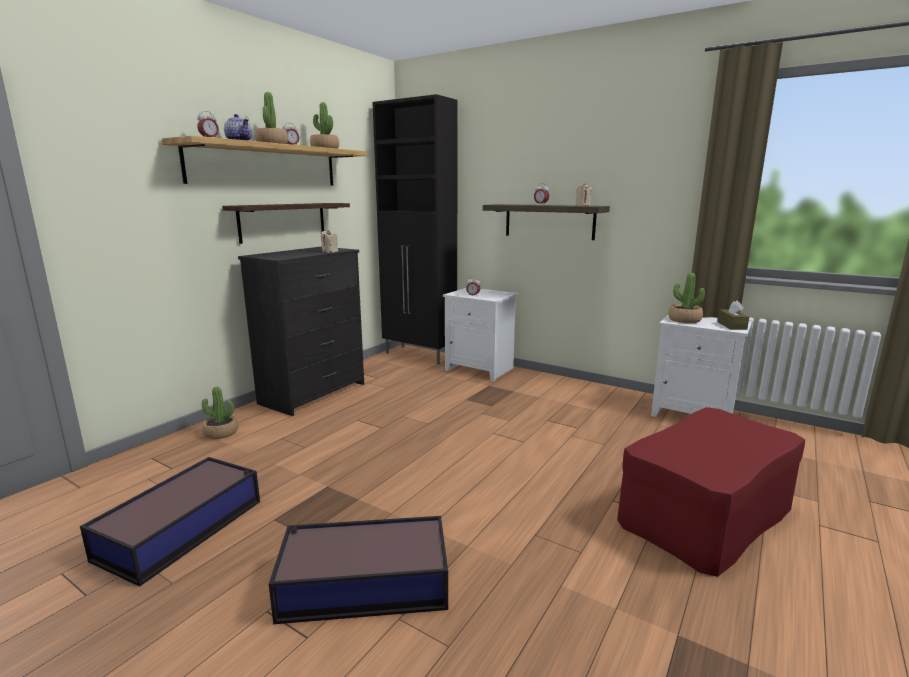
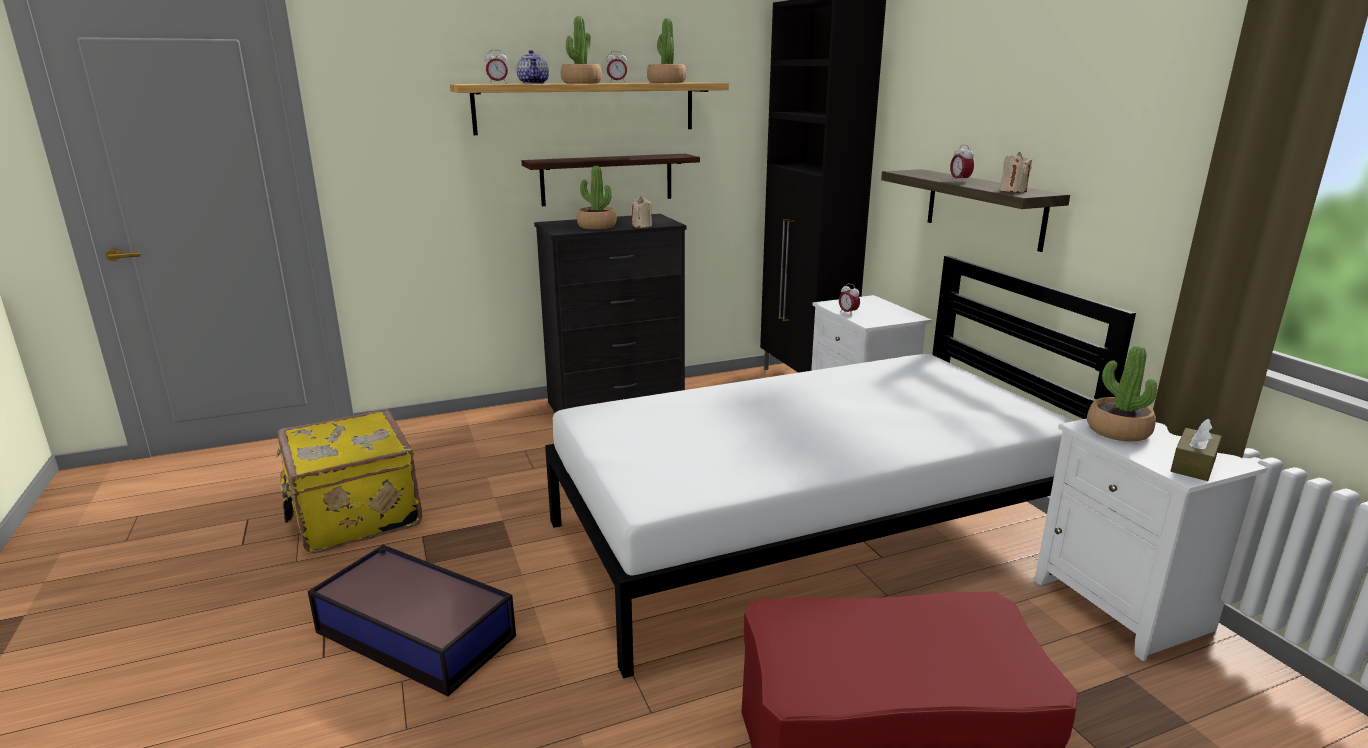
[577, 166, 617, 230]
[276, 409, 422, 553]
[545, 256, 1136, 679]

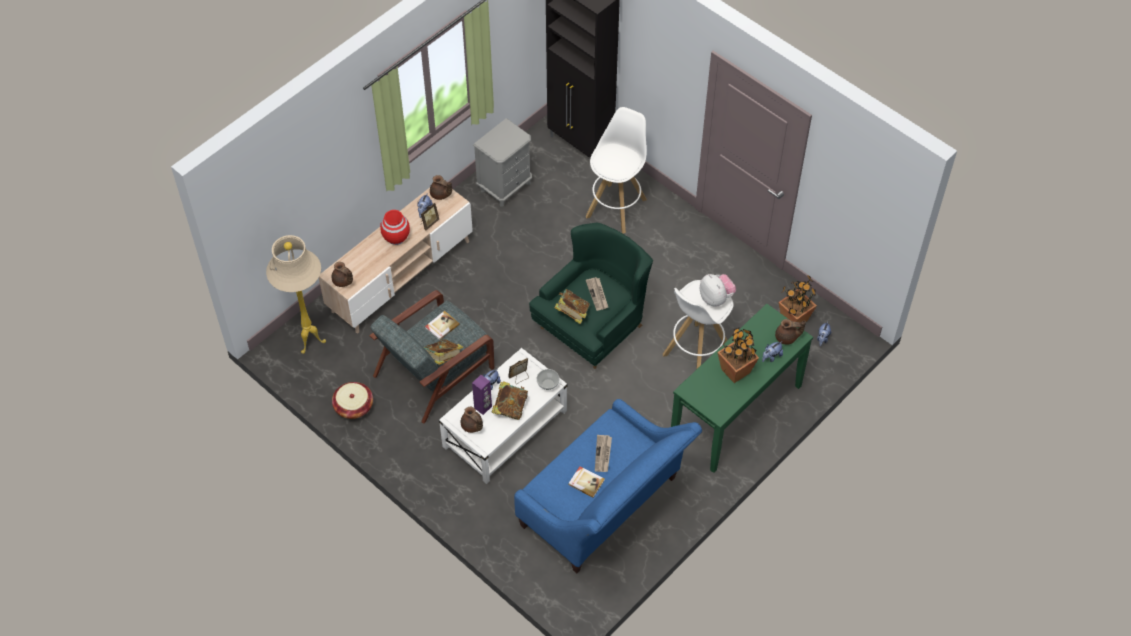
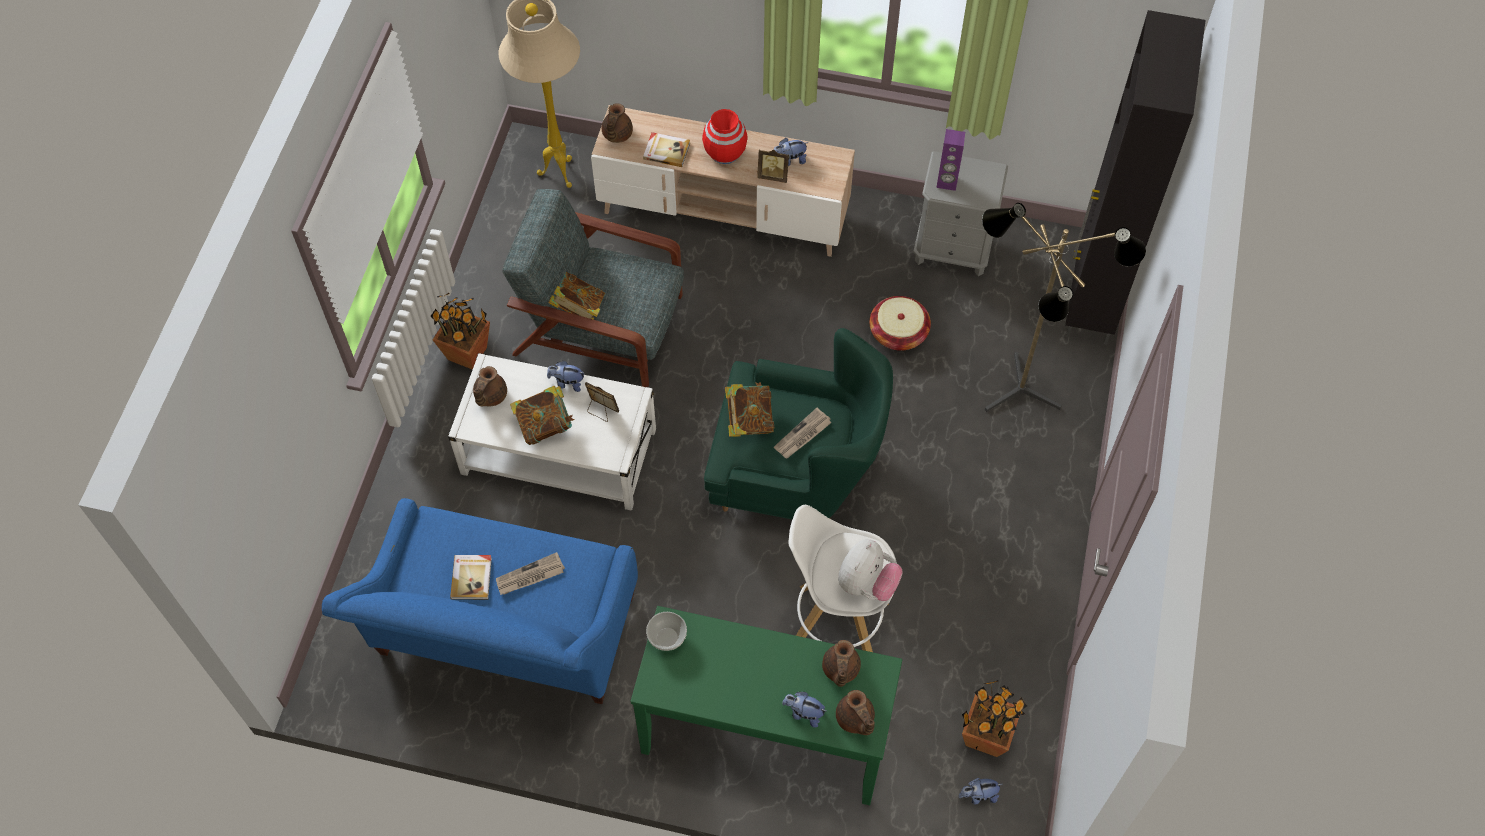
[982, 203, 1146, 412]
[822, 640, 861, 687]
[643, 132, 690, 167]
[431, 293, 490, 370]
[646, 612, 687, 651]
[936, 129, 965, 191]
[870, 296, 931, 351]

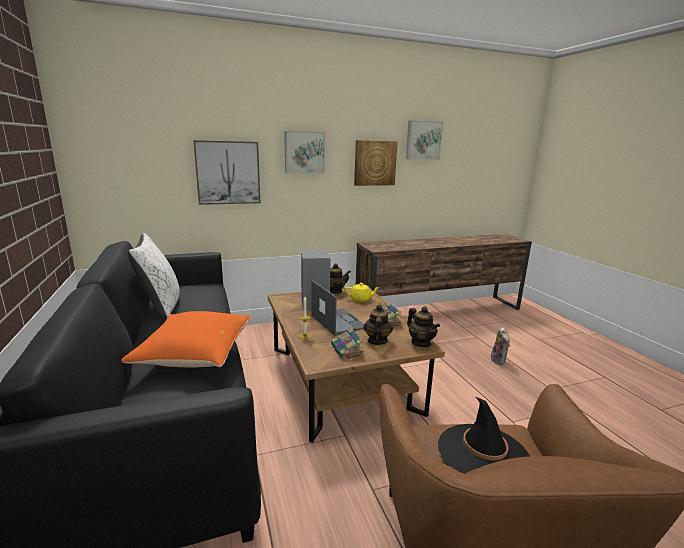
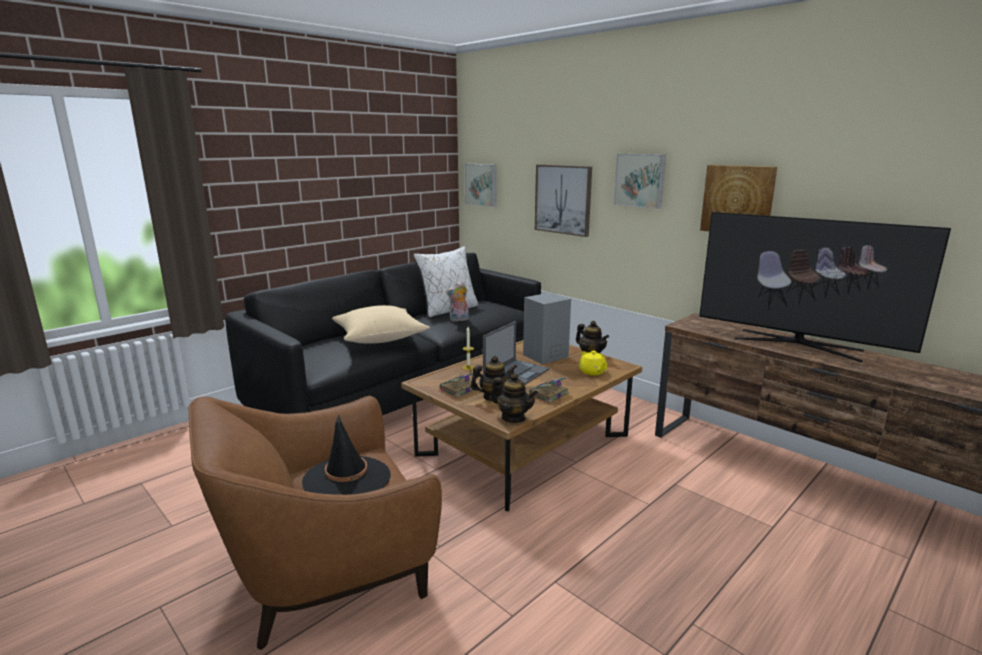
[465, 164, 496, 207]
[490, 373, 538, 423]
[332, 305, 430, 344]
[446, 281, 469, 322]
[699, 212, 951, 362]

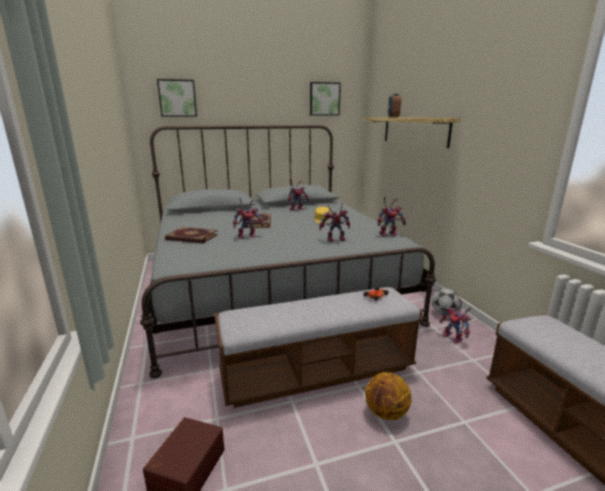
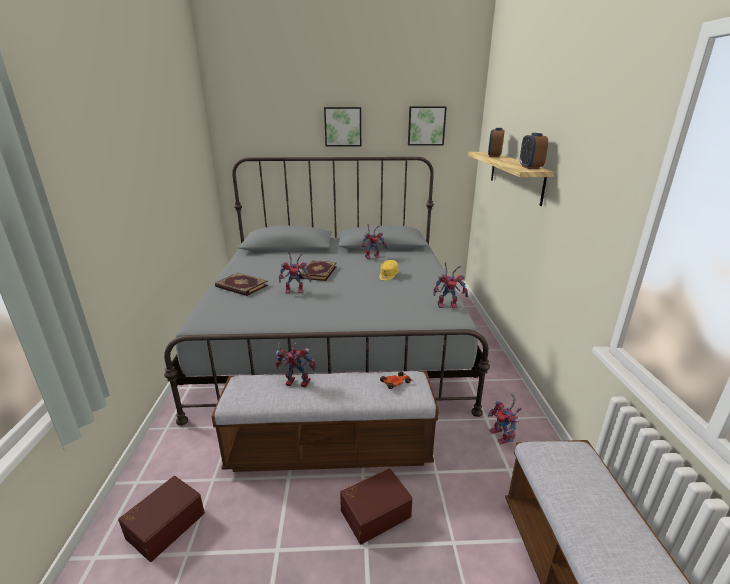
[324, 107, 361, 147]
[275, 342, 316, 387]
[432, 288, 461, 316] (first image)
[340, 468, 413, 544]
[520, 133, 548, 169]

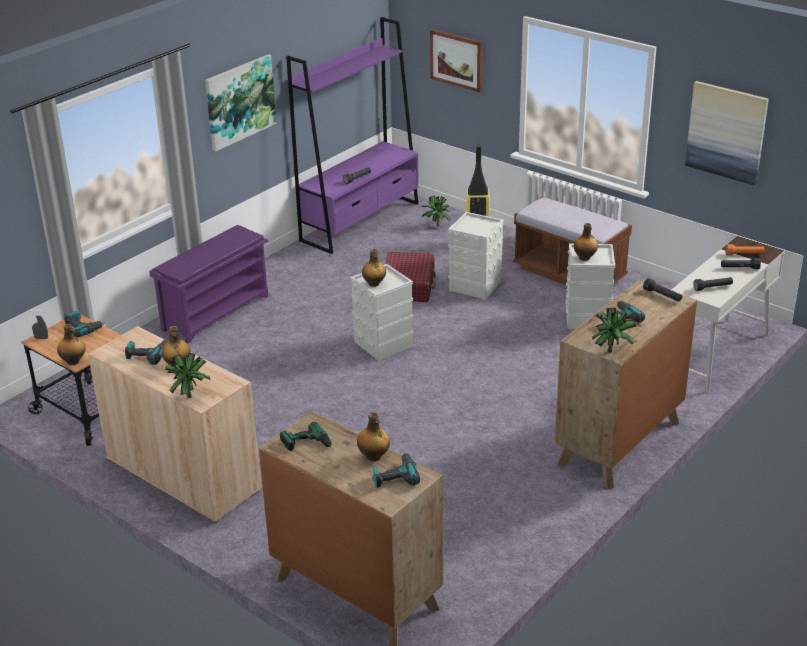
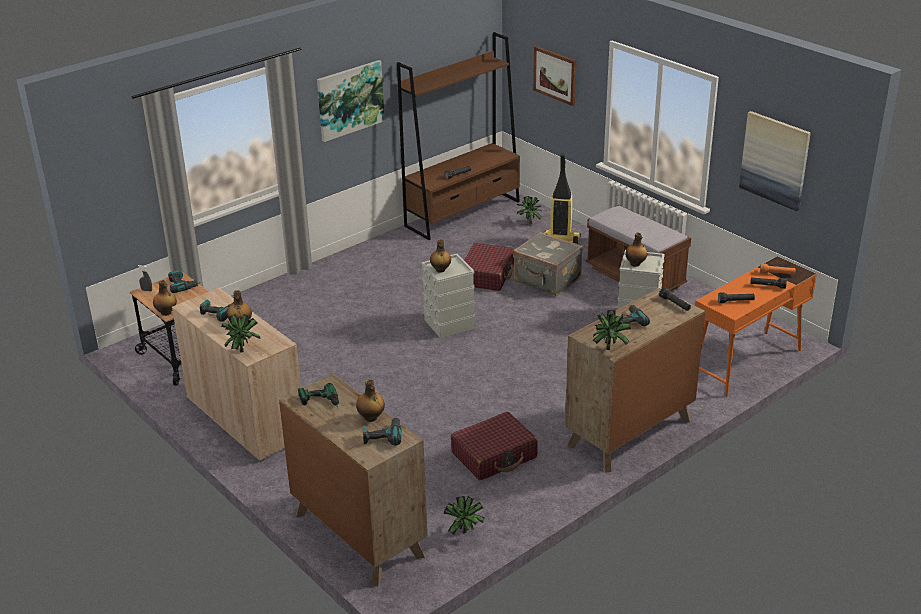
[397, 32, 520, 240]
[513, 232, 583, 296]
[149, 225, 268, 343] (first image)
[695, 256, 817, 397]
[451, 412, 538, 480]
[443, 496, 484, 535]

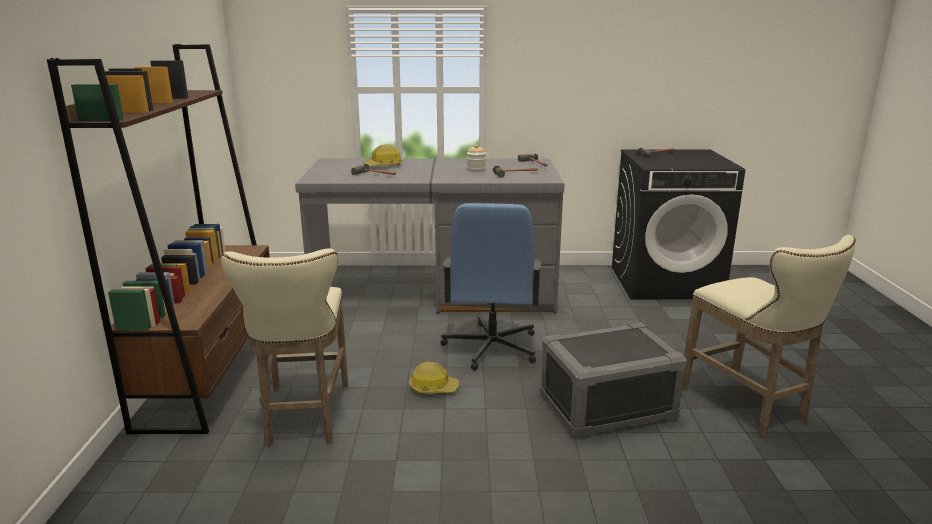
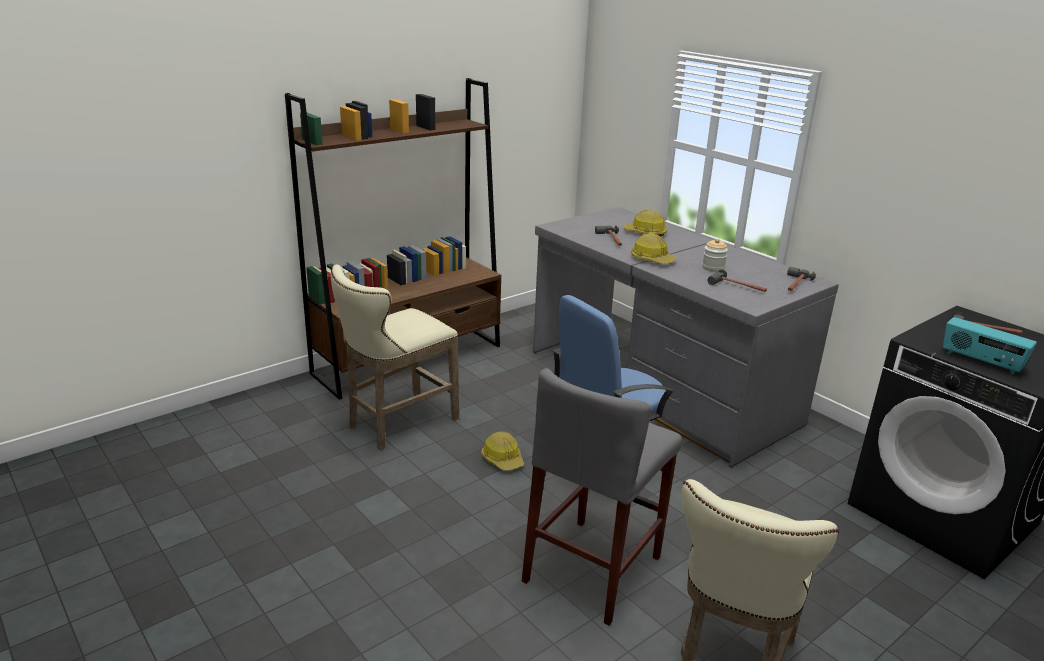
[522, 368, 682, 626]
[631, 233, 677, 264]
[943, 317, 1037, 375]

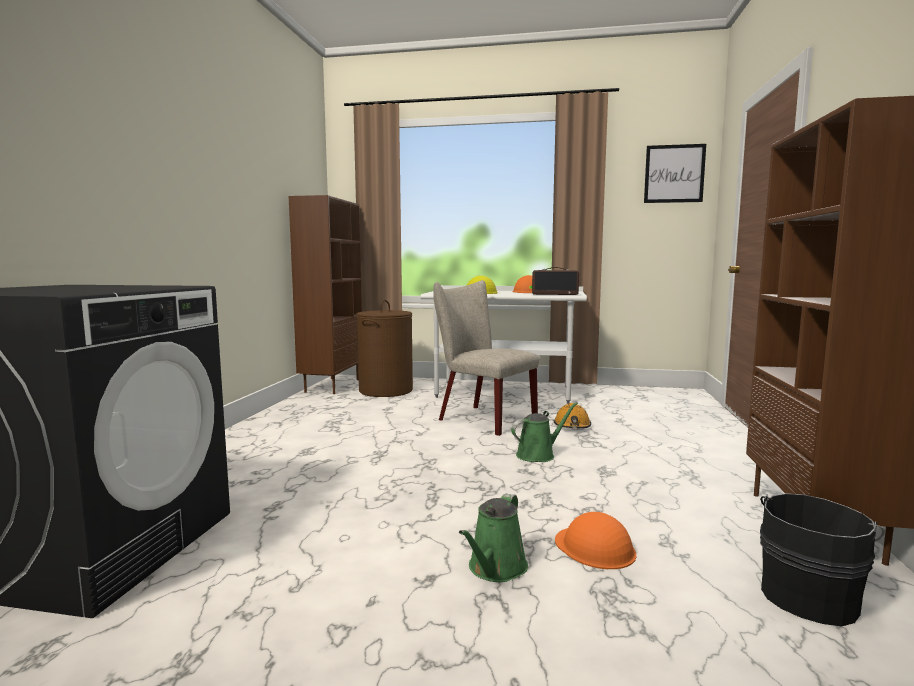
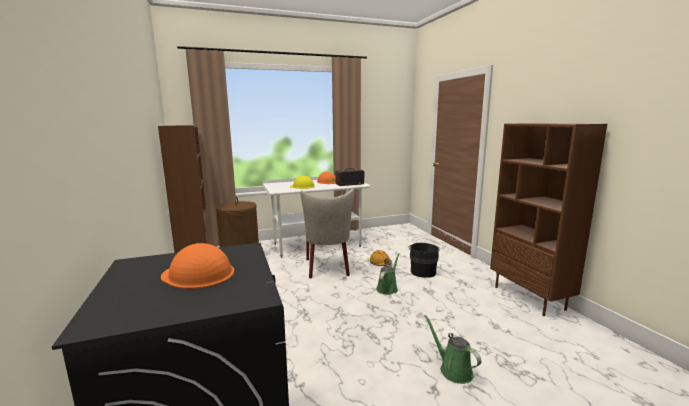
[644, 144, 706, 203] (first image)
[300, 189, 355, 279]
[409, 243, 440, 278]
[425, 315, 481, 384]
[161, 243, 234, 289]

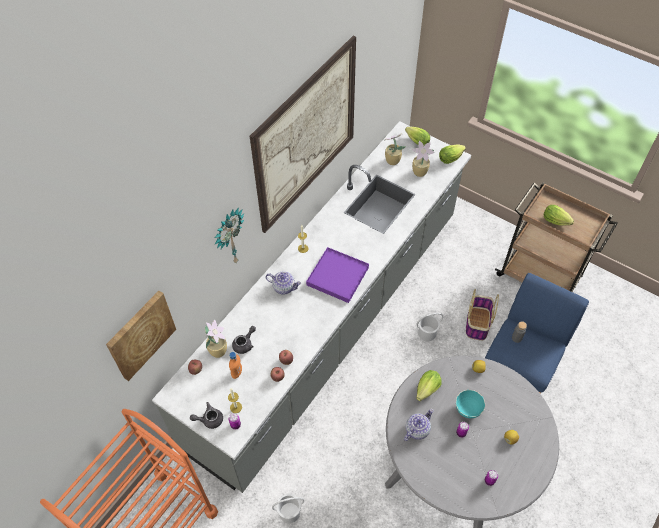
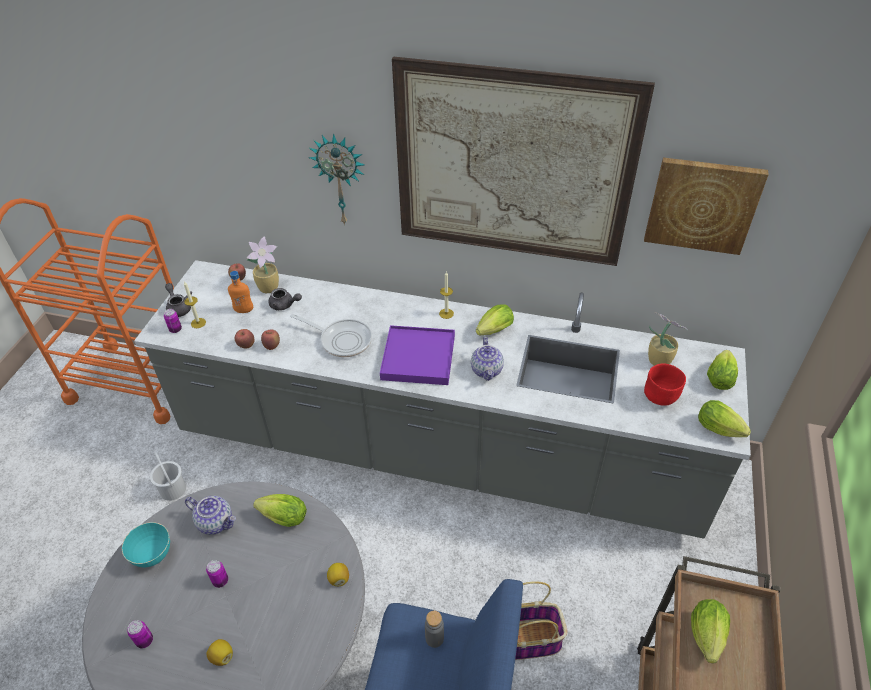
[644, 363, 686, 406]
[471, 337, 504, 381]
[644, 157, 769, 255]
[416, 313, 443, 341] (first image)
[122, 522, 170, 567]
[476, 304, 514, 335]
[290, 314, 372, 357]

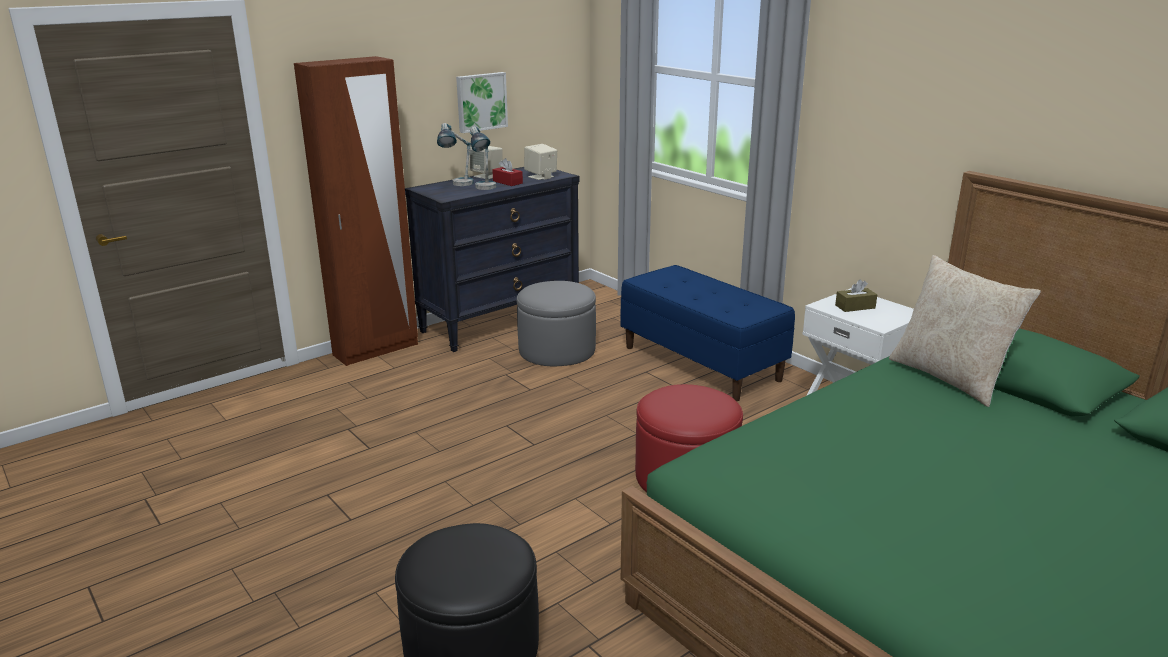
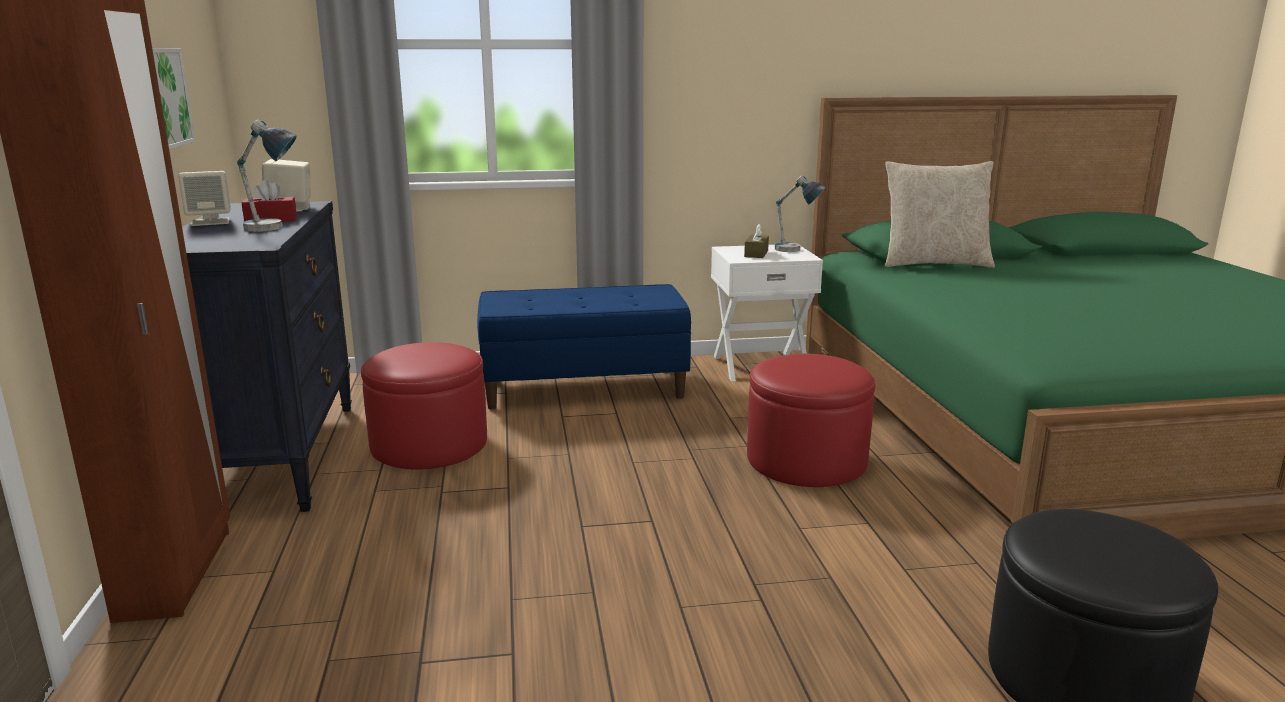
[775, 176, 826, 252]
[361, 342, 487, 469]

